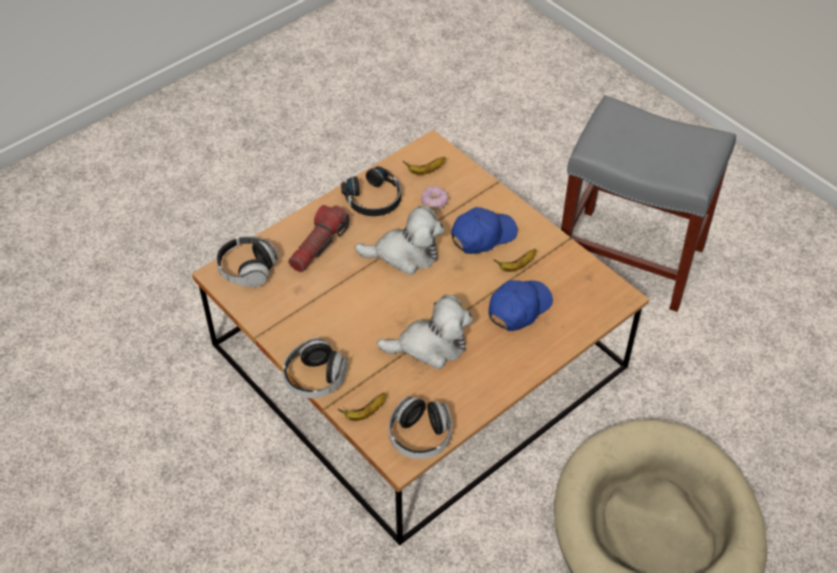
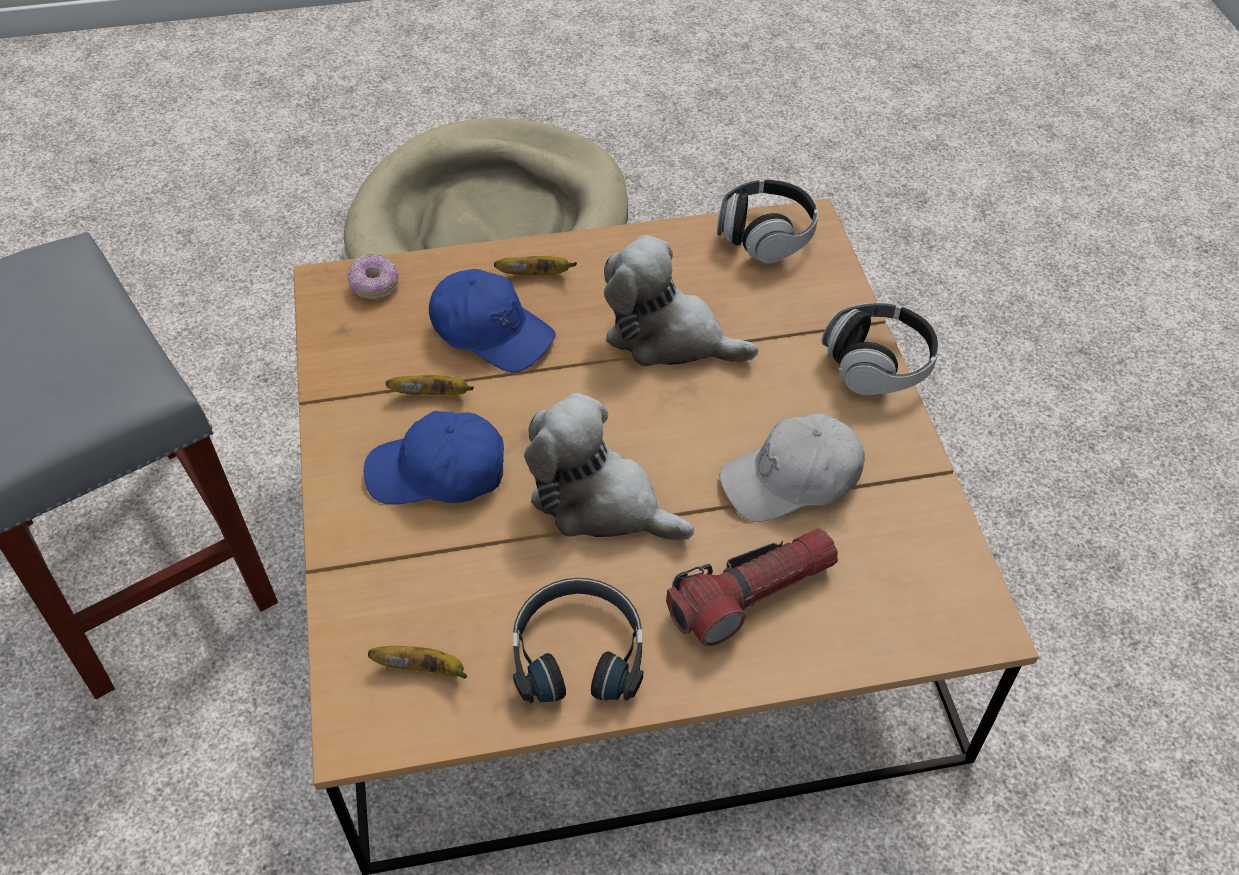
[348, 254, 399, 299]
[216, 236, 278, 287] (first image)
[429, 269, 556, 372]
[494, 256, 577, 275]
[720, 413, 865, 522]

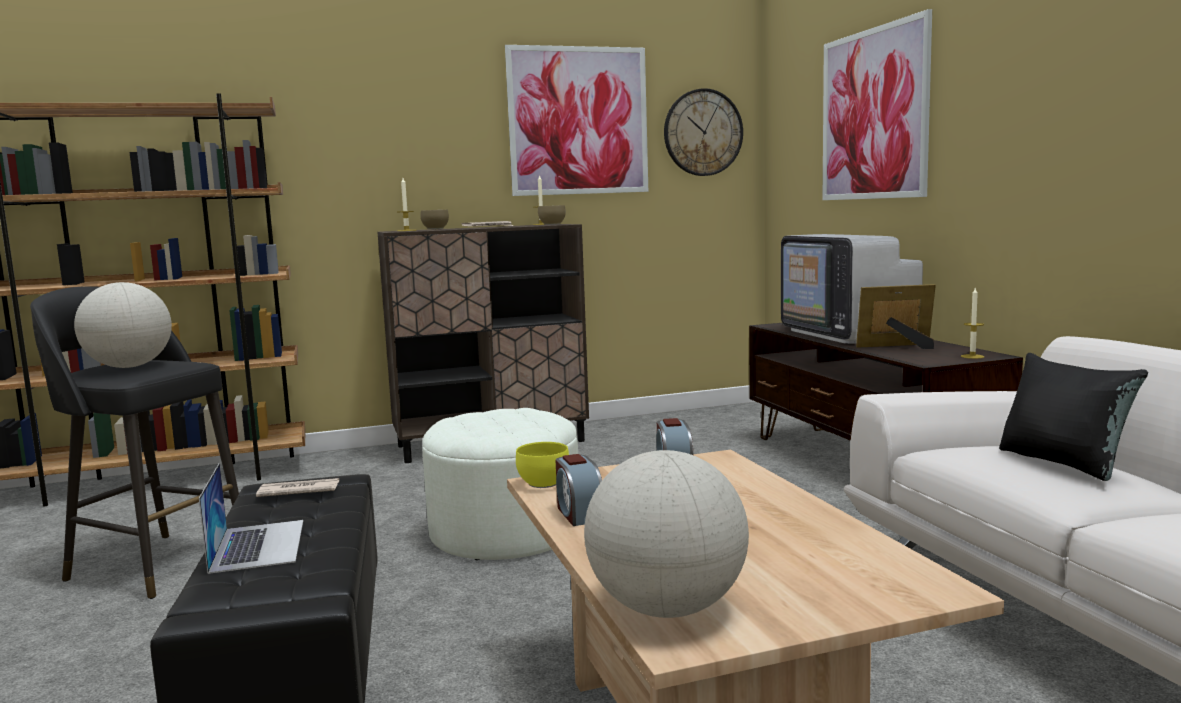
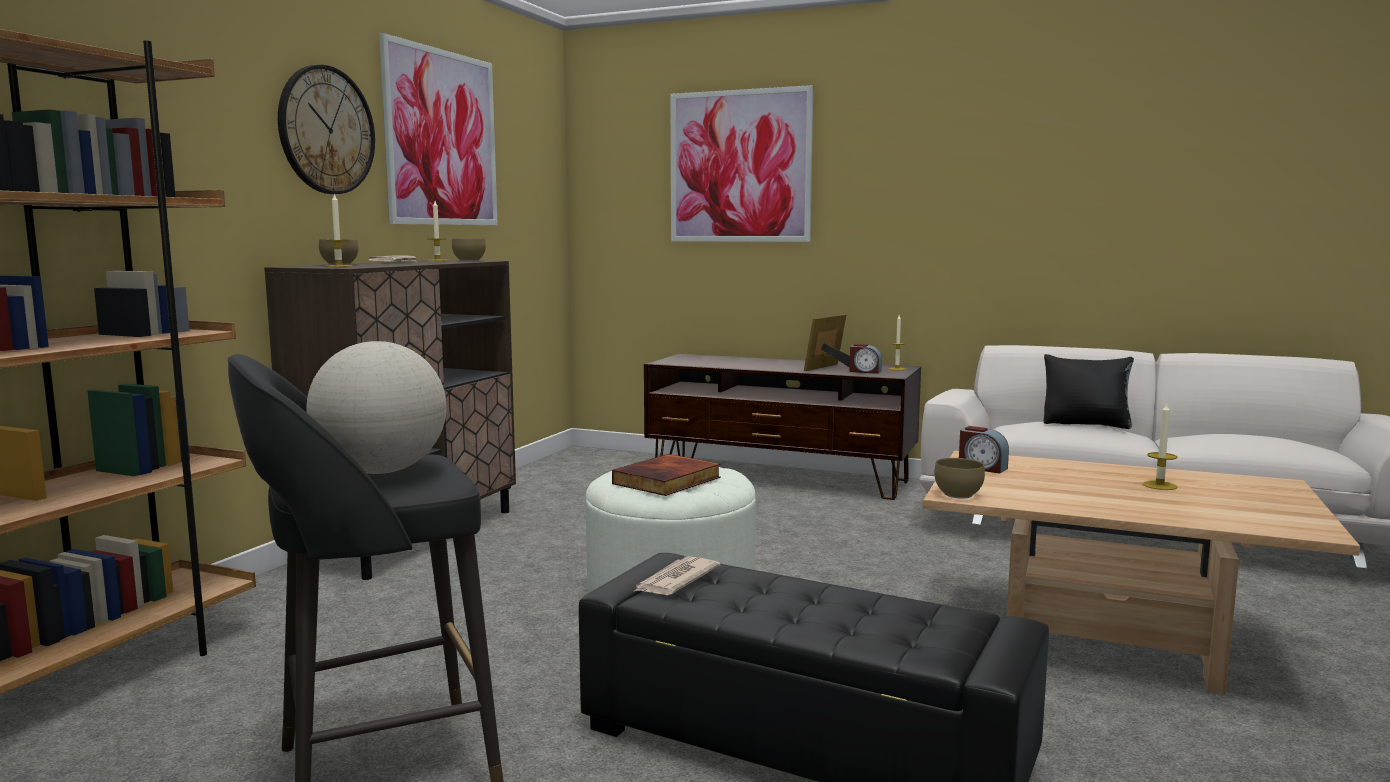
[278, 65, 375, 194]
[781, 234, 923, 344] (first image)
[934, 458, 985, 498]
[584, 450, 749, 618] (first image)
[849, 344, 882, 374]
[199, 463, 303, 574] (first image)
[1142, 403, 1178, 490]
[612, 454, 721, 496]

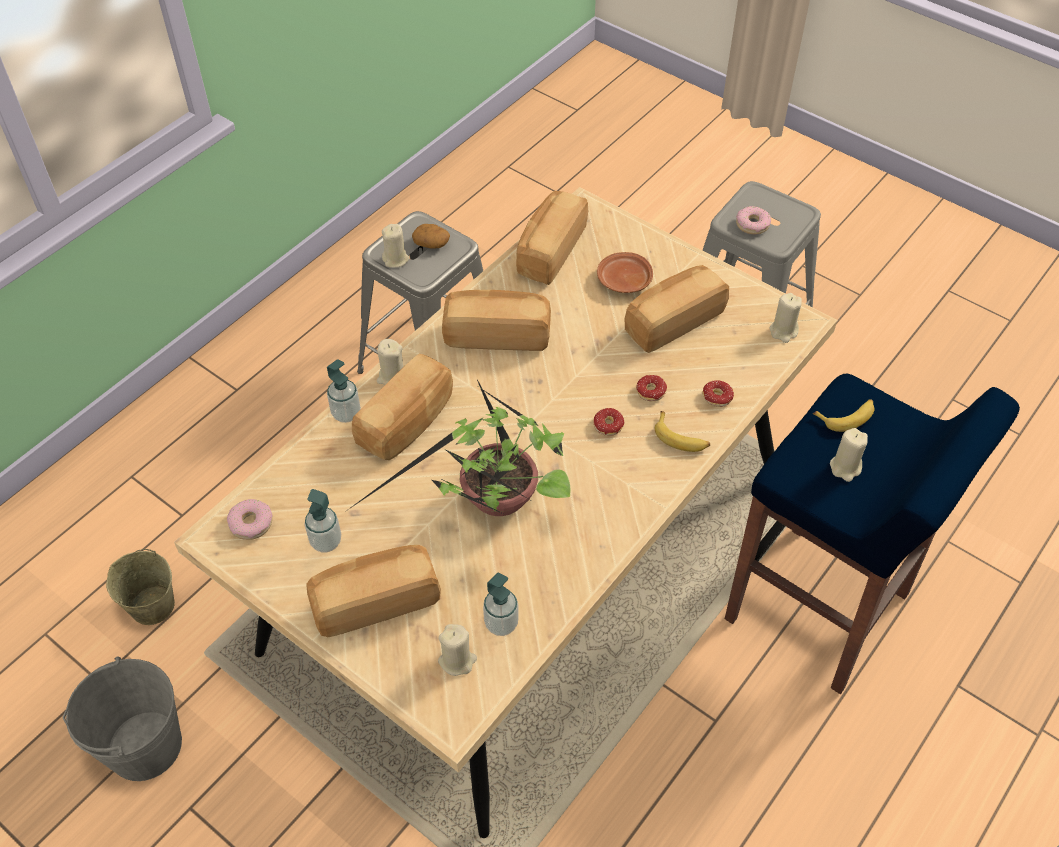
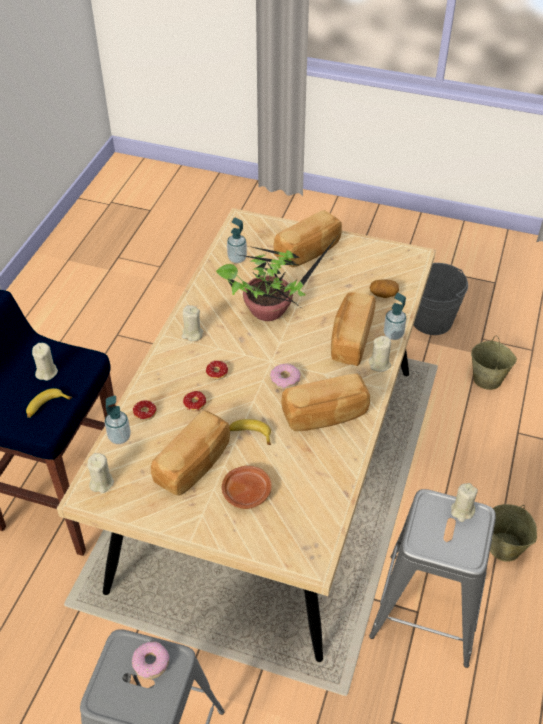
[516, 191, 588, 285] (first image)
[370, 279, 399, 298]
[229, 419, 271, 445]
[104, 395, 131, 444]
[270, 363, 300, 390]
[182, 305, 203, 341]
[490, 504, 537, 562]

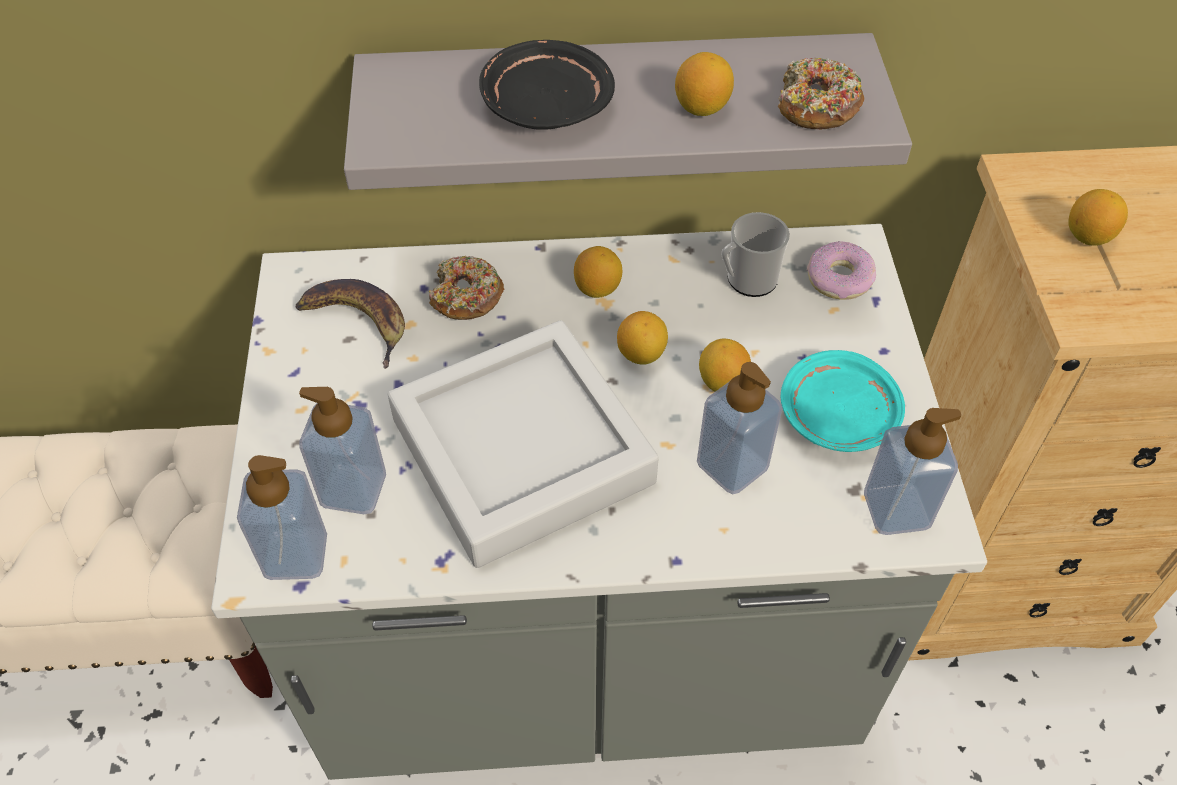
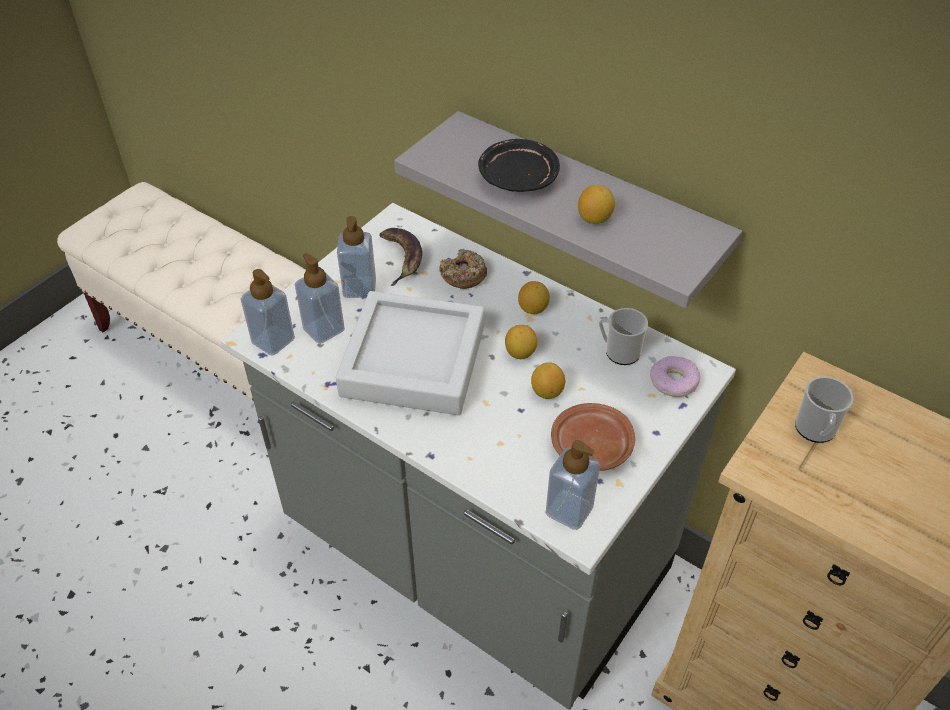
[778, 58, 864, 129] (first image)
[795, 376, 854, 443]
[551, 403, 635, 471]
[337, 216, 376, 298]

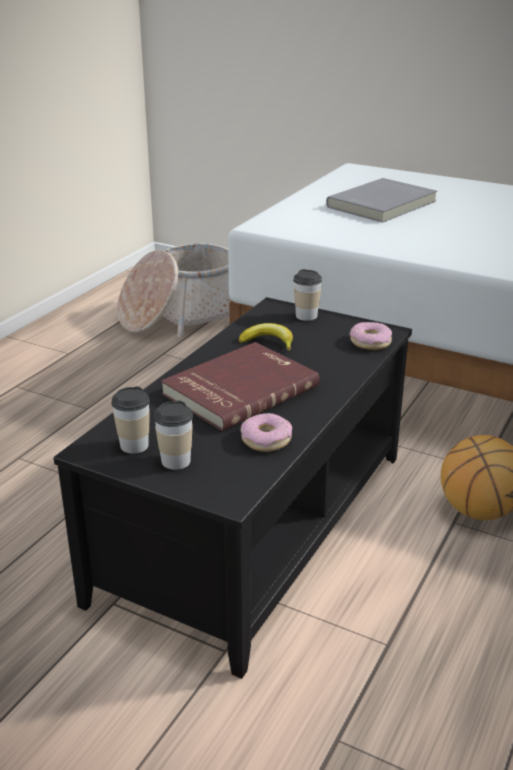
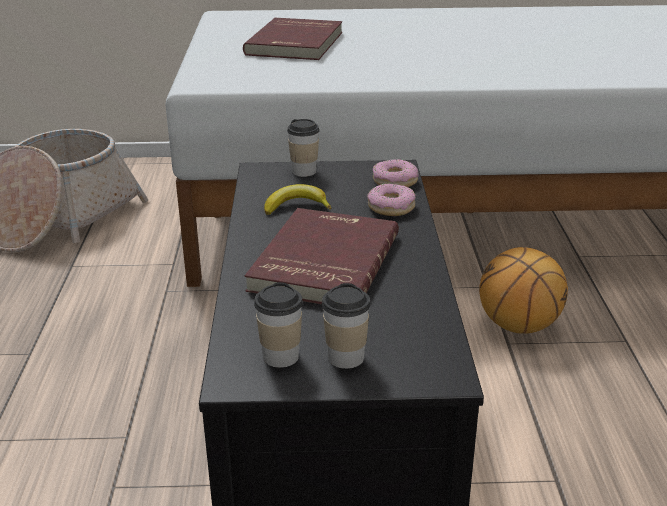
[243, 18, 342, 60]
[367, 183, 416, 216]

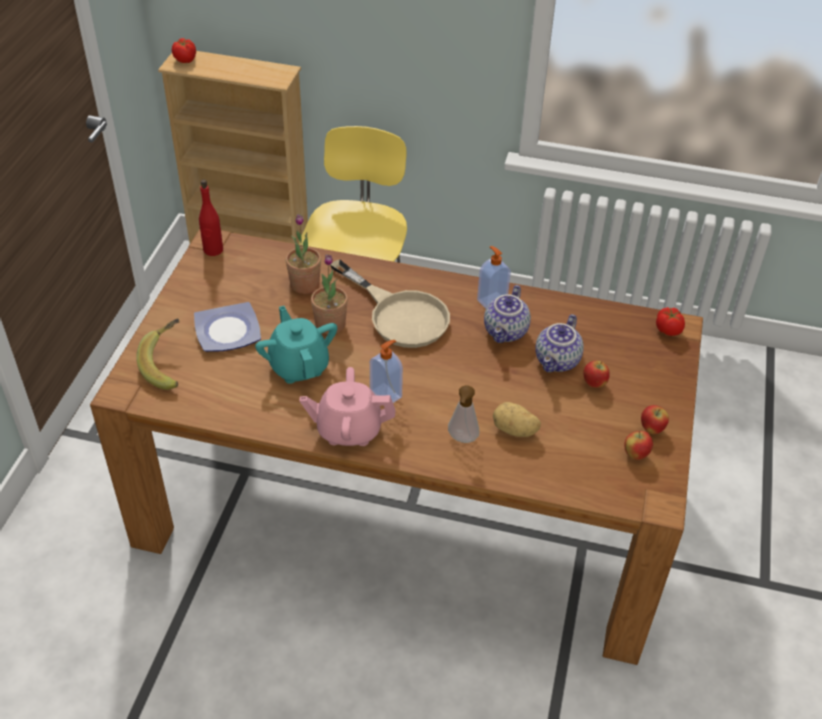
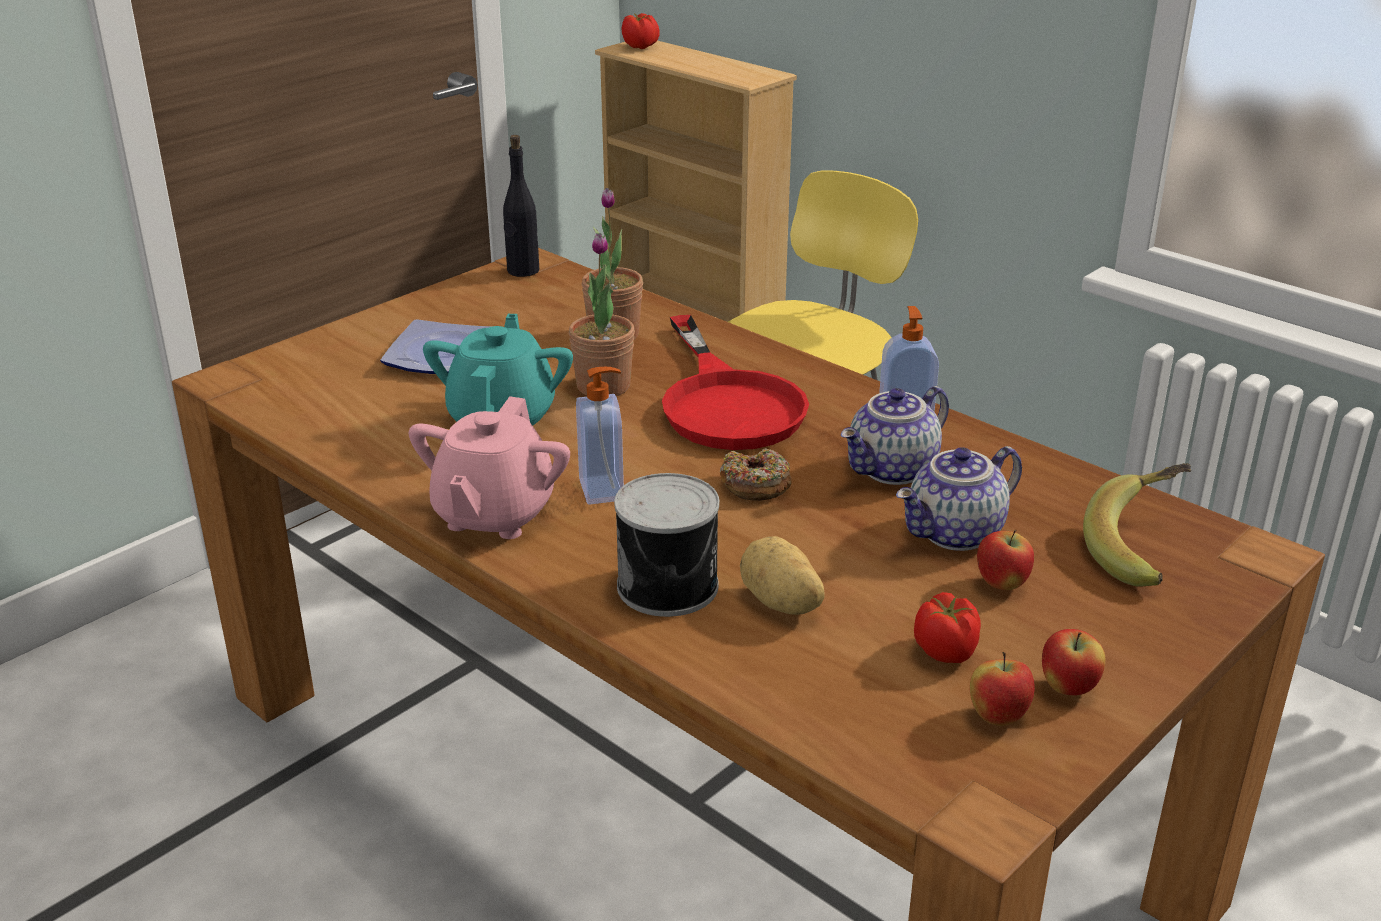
[503, 135, 539, 277]
[662, 315, 809, 450]
[914, 592, 981, 663]
[1083, 463, 1191, 587]
[409, 396, 570, 539]
[614, 473, 719, 617]
[720, 448, 792, 501]

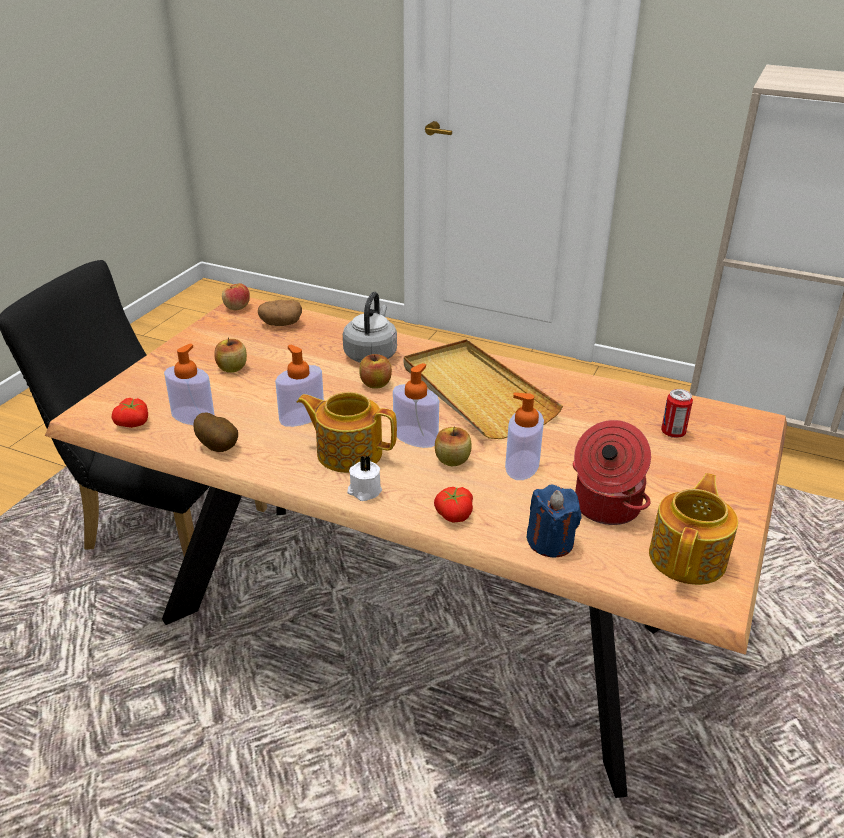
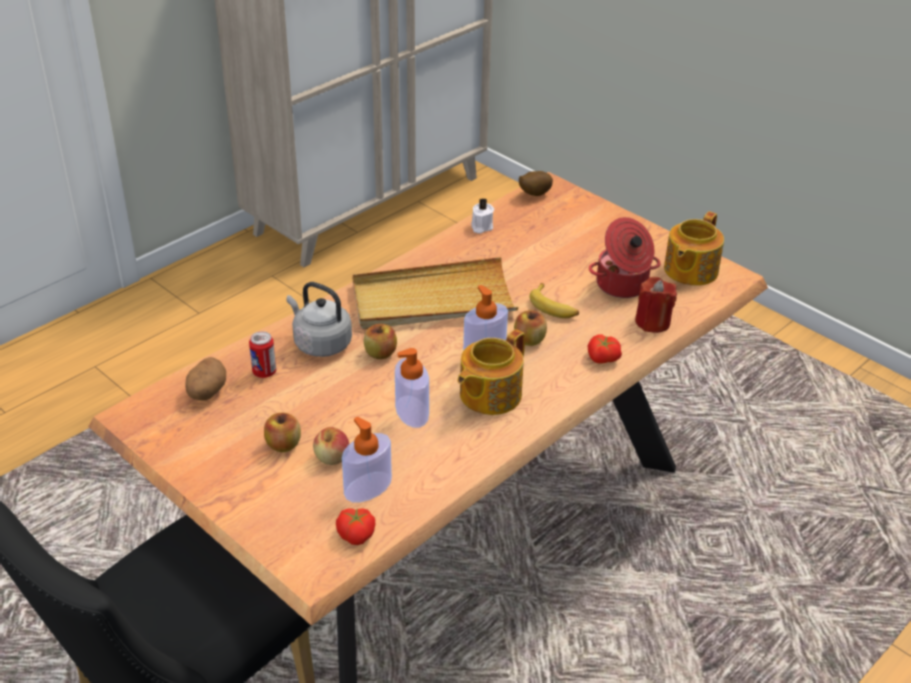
[313, 427, 349, 465]
[249, 331, 276, 378]
[529, 283, 579, 318]
[519, 171, 553, 196]
[471, 198, 494, 234]
[664, 211, 724, 286]
[635, 277, 677, 333]

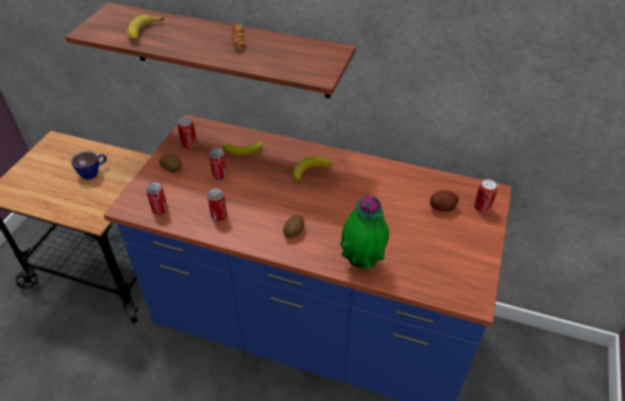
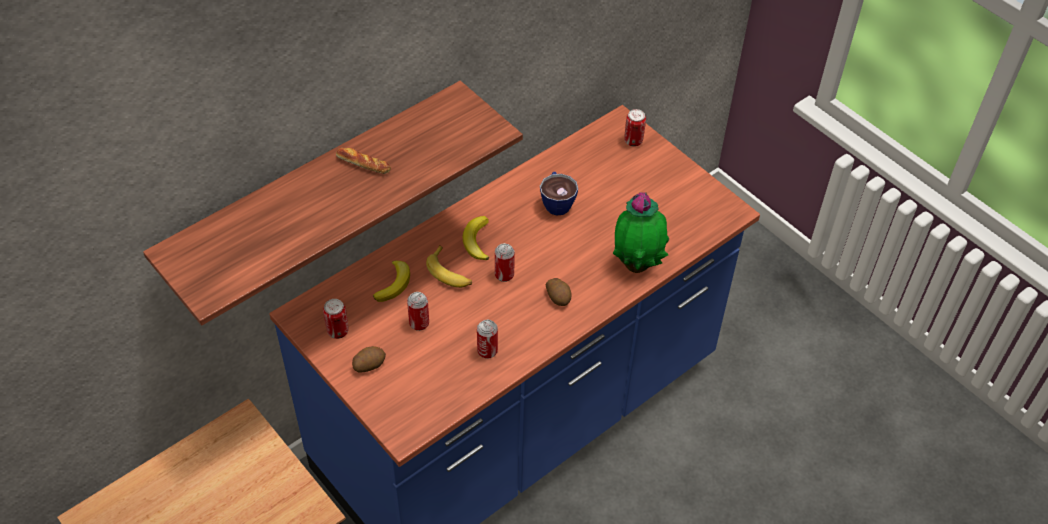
[426, 245, 472, 288]
[540, 172, 578, 216]
[495, 243, 515, 282]
[430, 190, 459, 211] (first image)

